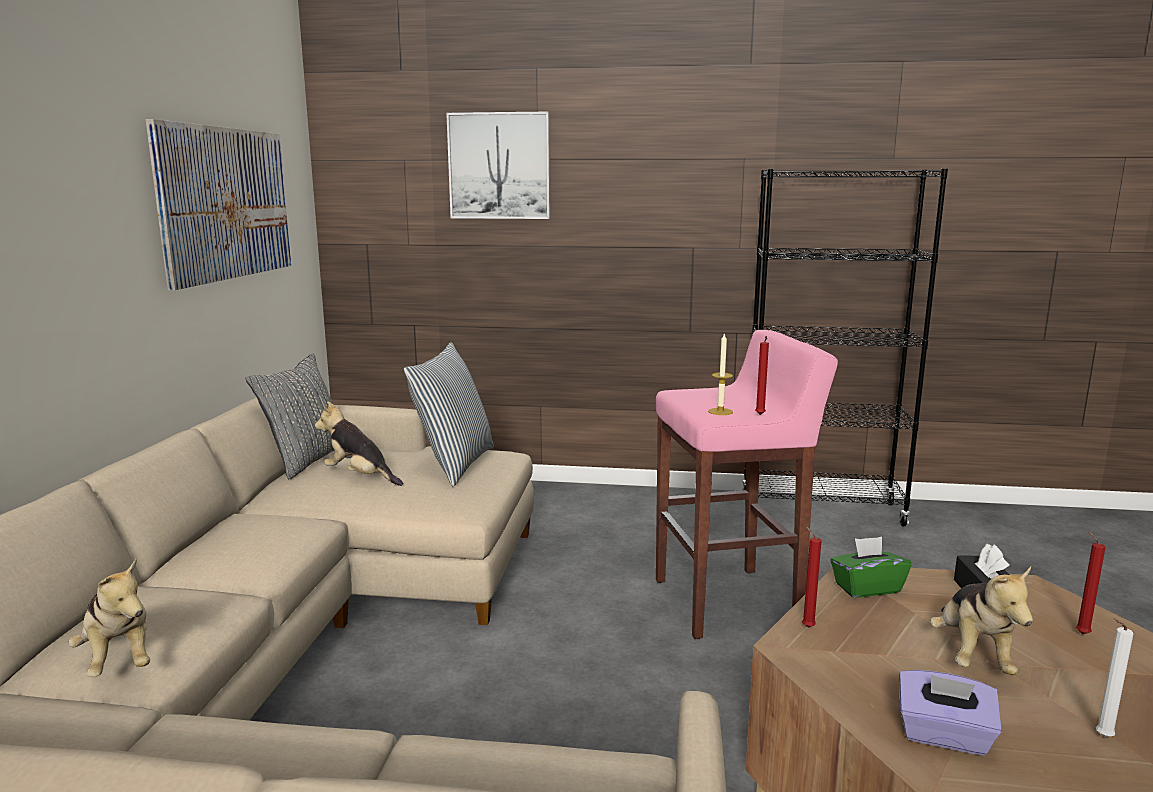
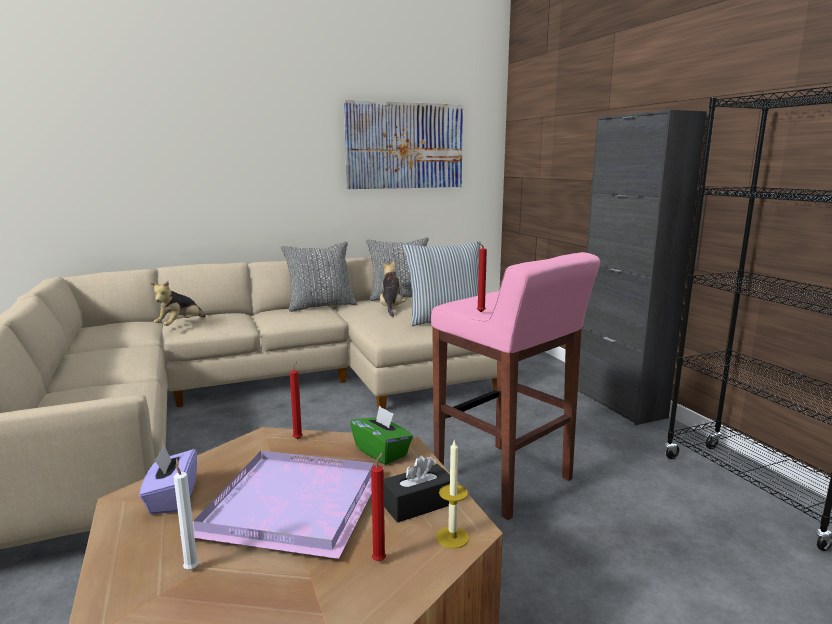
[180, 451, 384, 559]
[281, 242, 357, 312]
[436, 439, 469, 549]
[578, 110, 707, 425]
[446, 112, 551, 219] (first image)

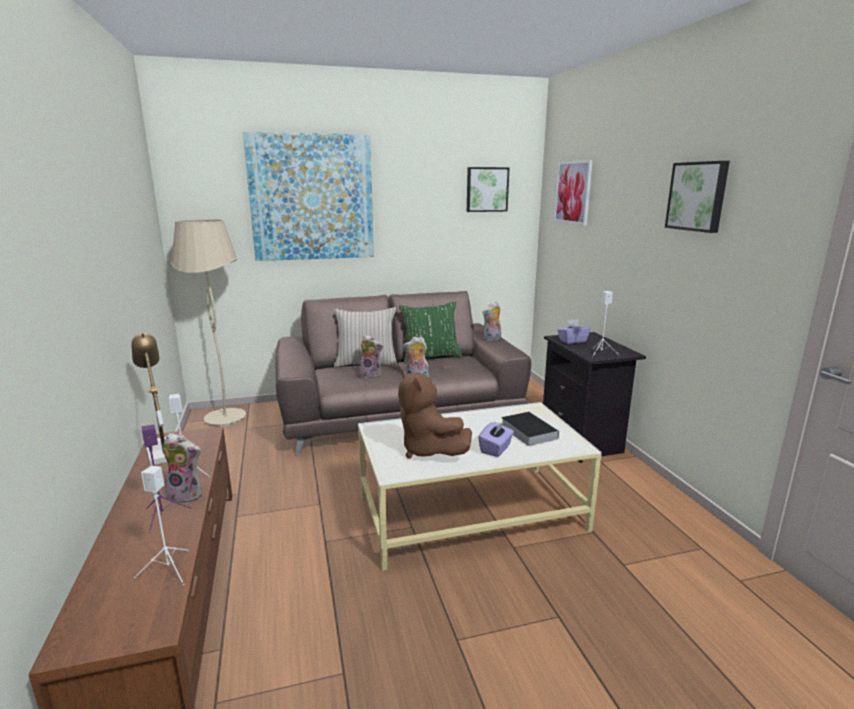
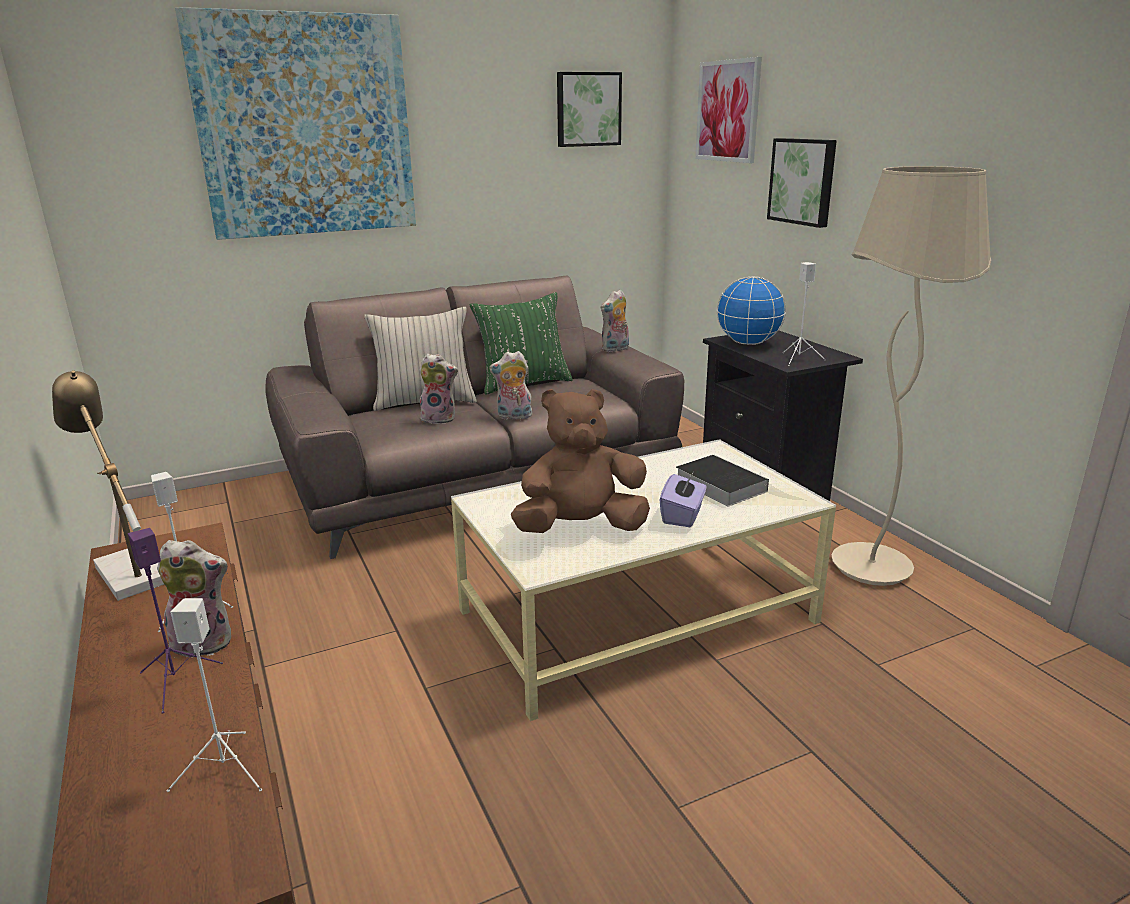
[511, 389, 650, 533]
[717, 276, 786, 345]
[767, 138, 837, 228]
[831, 166, 991, 586]

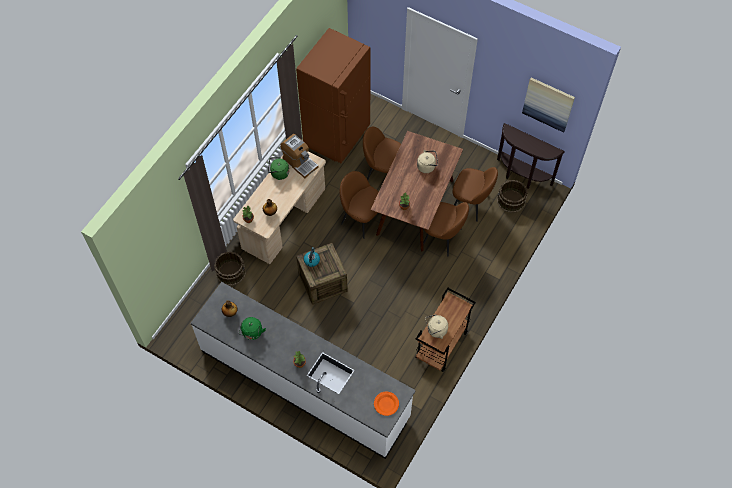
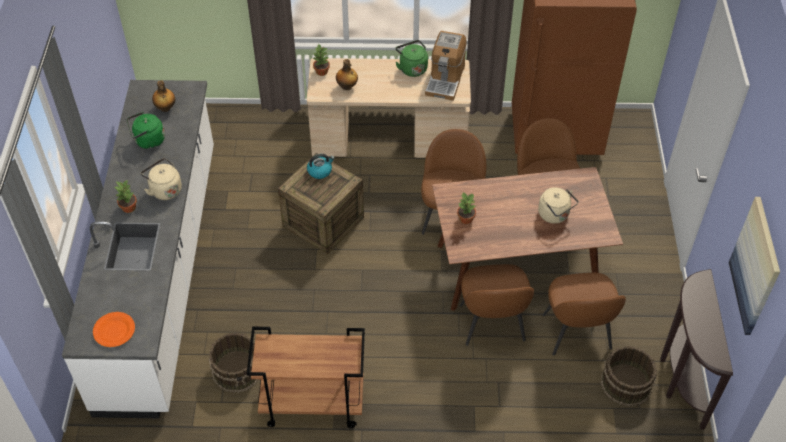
[141, 158, 182, 200]
[209, 332, 258, 393]

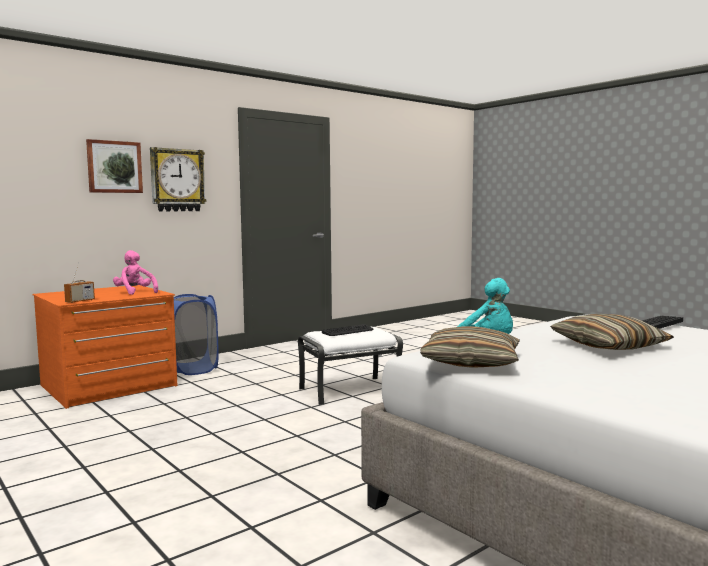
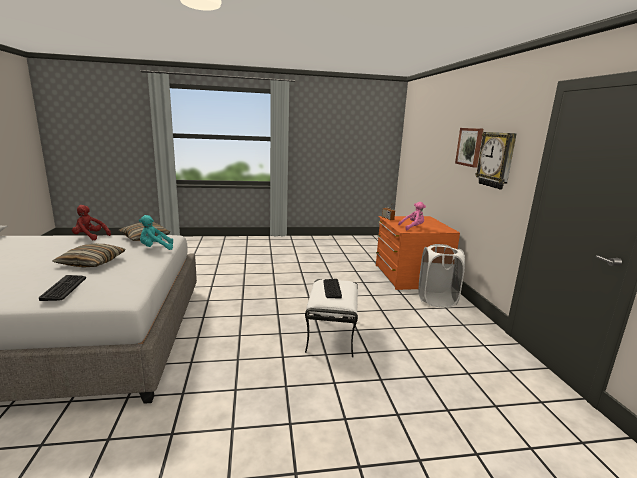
[72, 205, 111, 240]
[418, 244, 465, 308]

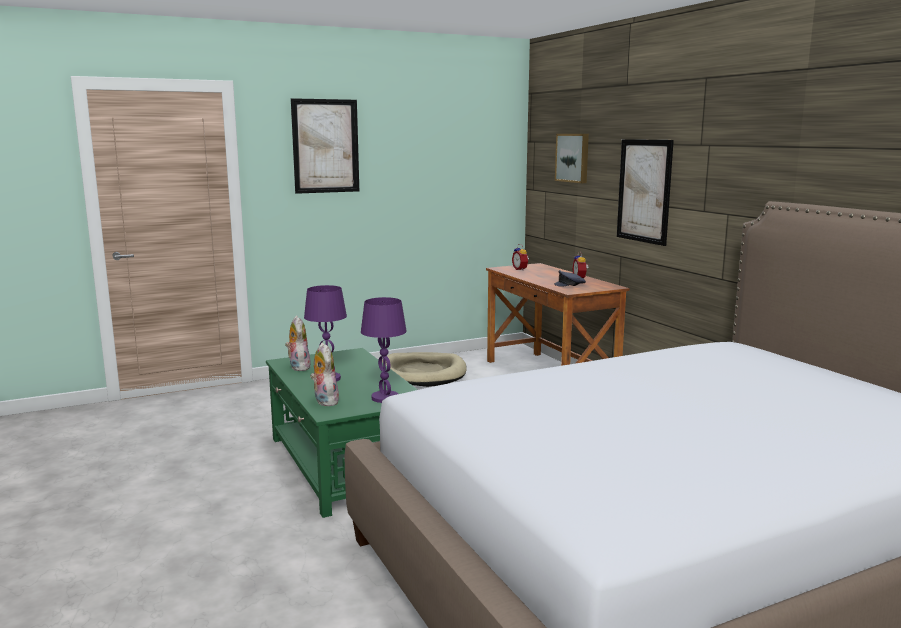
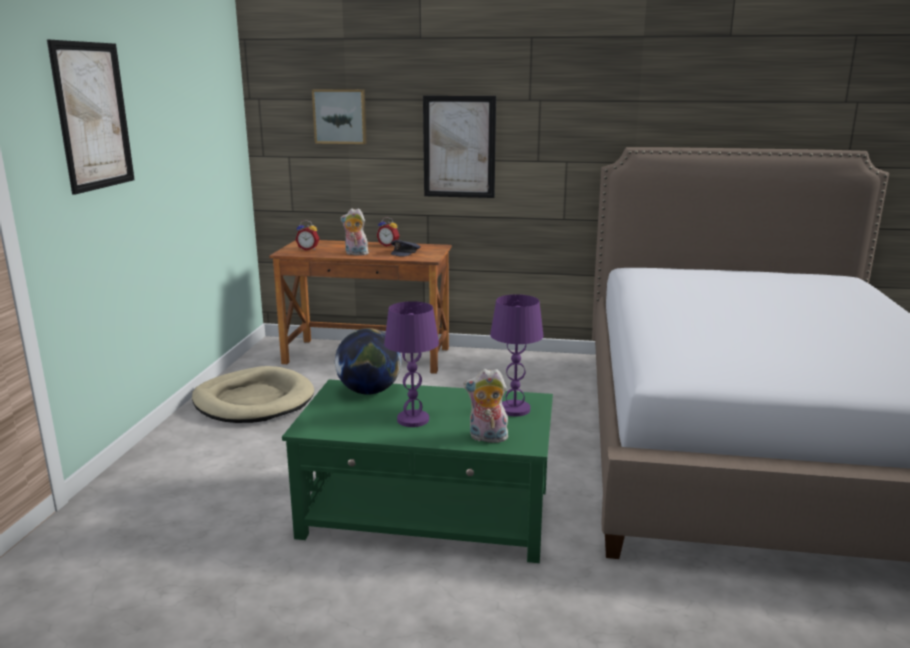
[335, 328, 401, 395]
[341, 208, 370, 256]

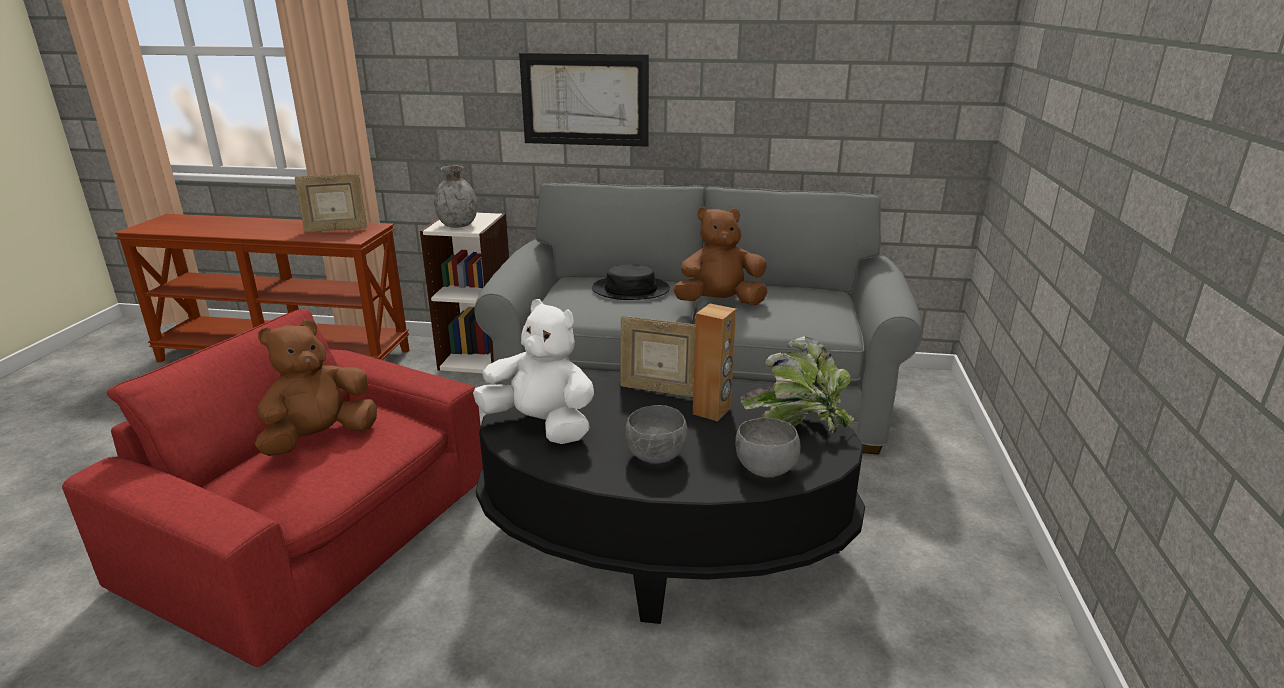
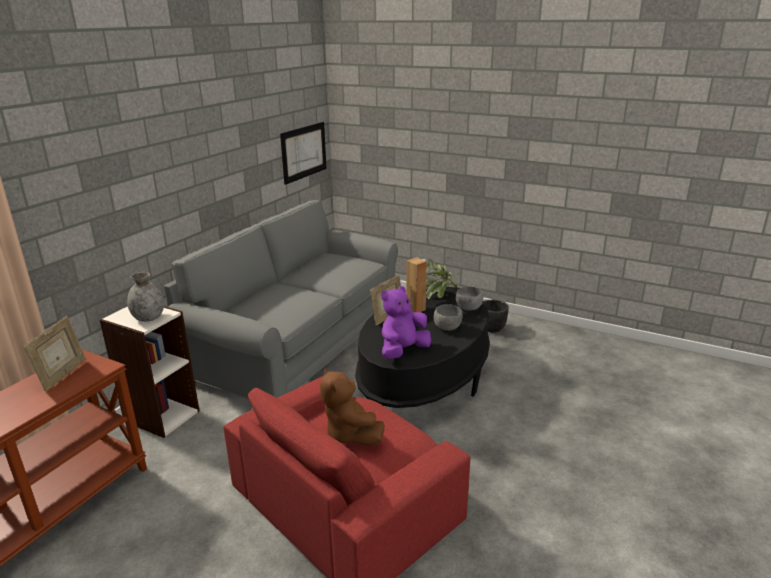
[280, 122, 327, 185]
[381, 286, 431, 359]
[484, 300, 509, 333]
[592, 264, 670, 300] (first image)
[673, 207, 767, 305] (first image)

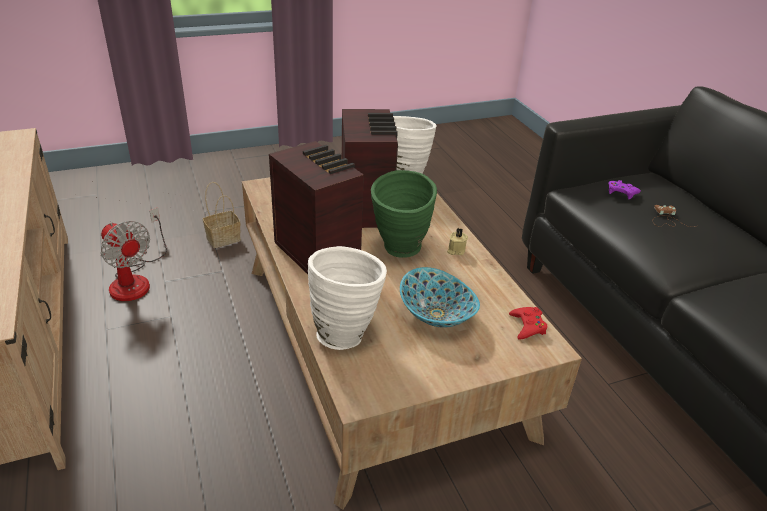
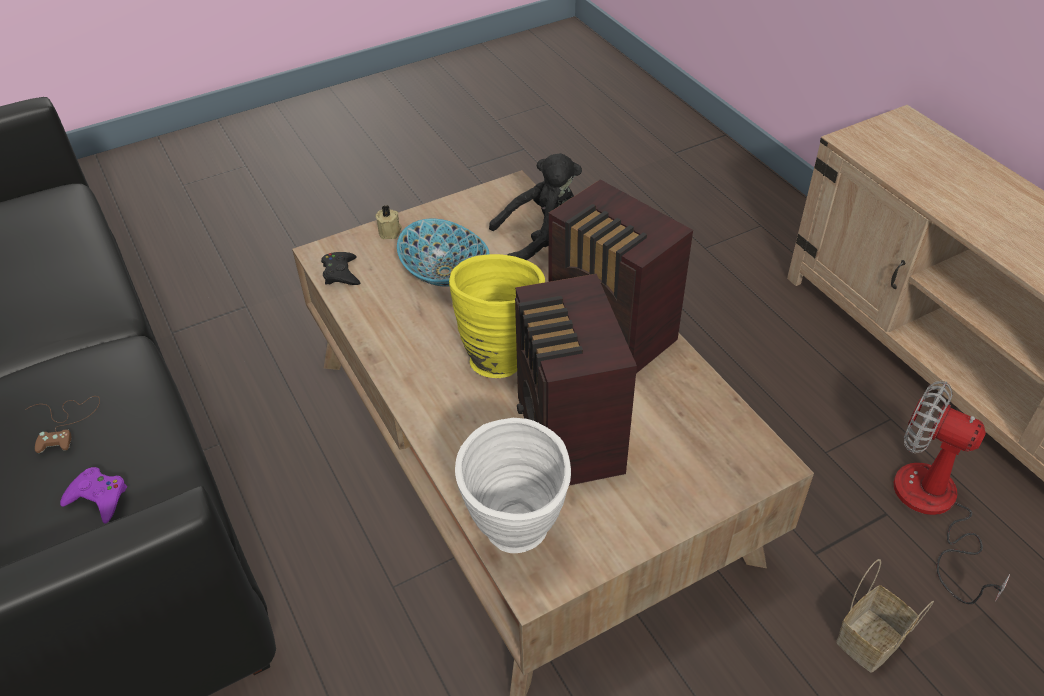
[321, 252, 360, 285]
[375, 205, 402, 239]
[449, 254, 545, 378]
[489, 153, 582, 260]

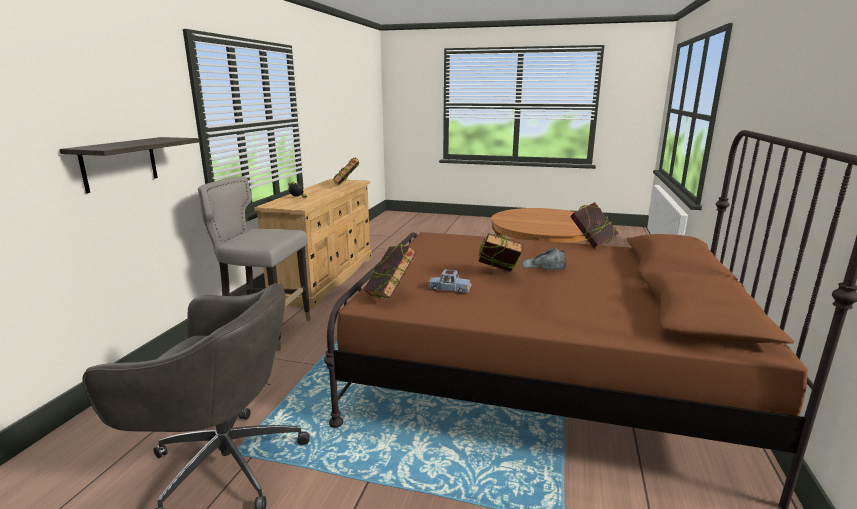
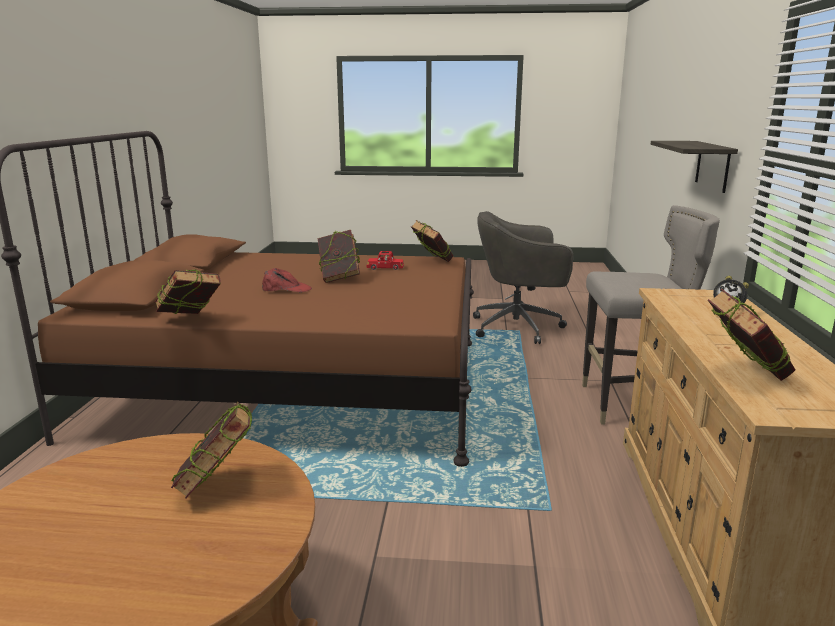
[171, 402, 252, 498]
[262, 268, 312, 292]
[367, 251, 404, 270]

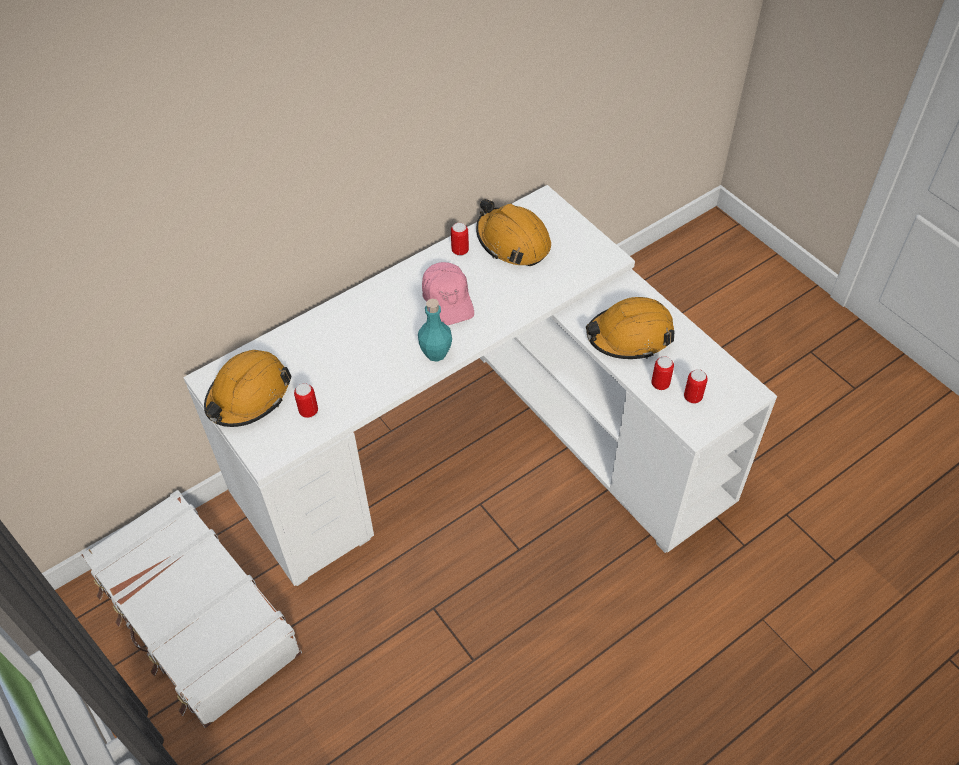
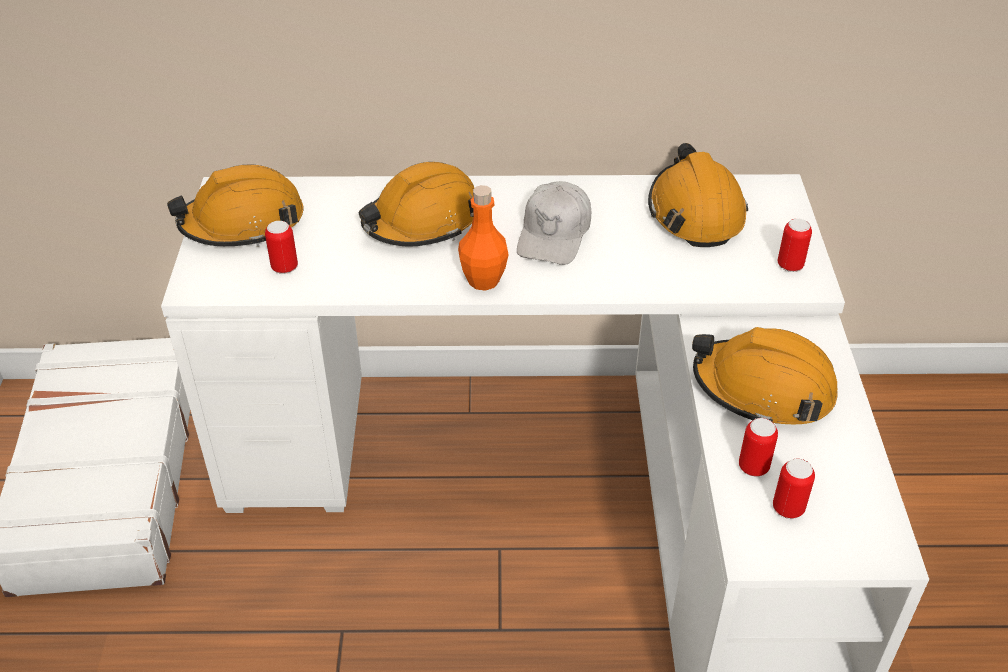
[359, 162, 474, 247]
[458, 185, 509, 291]
[517, 181, 591, 265]
[778, 219, 812, 272]

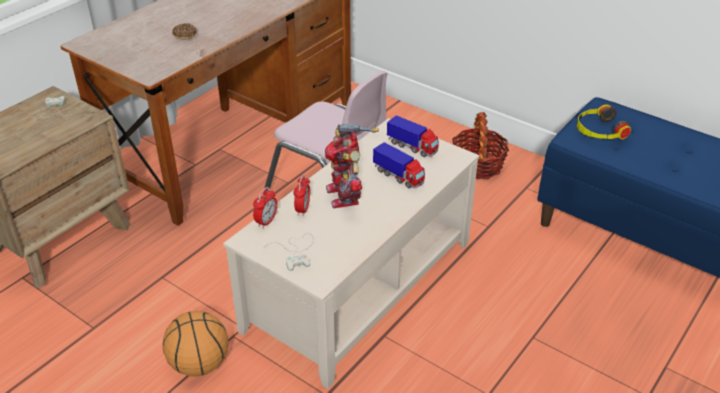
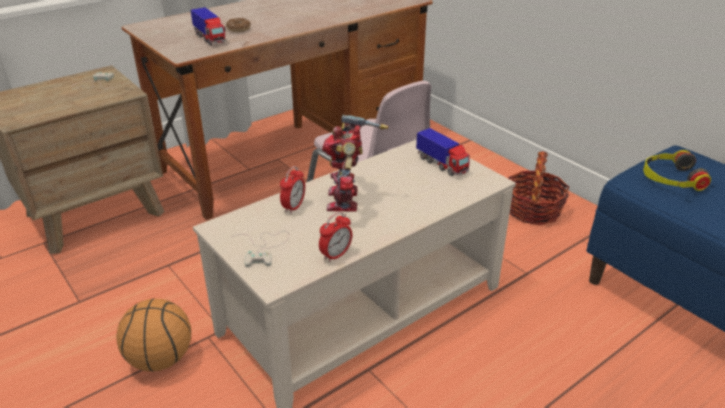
[191, 7, 226, 45]
[319, 212, 352, 263]

